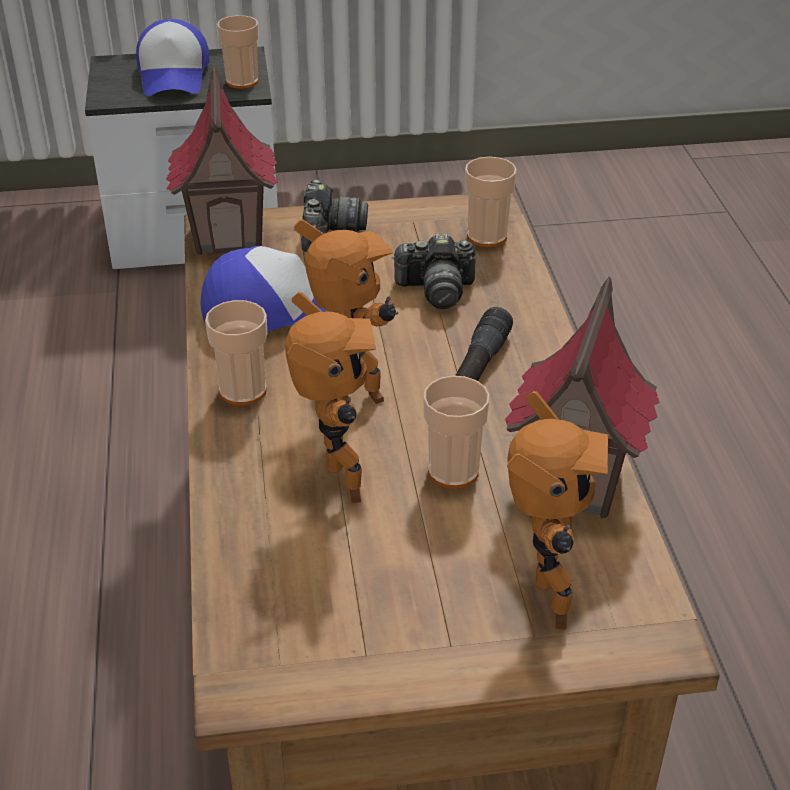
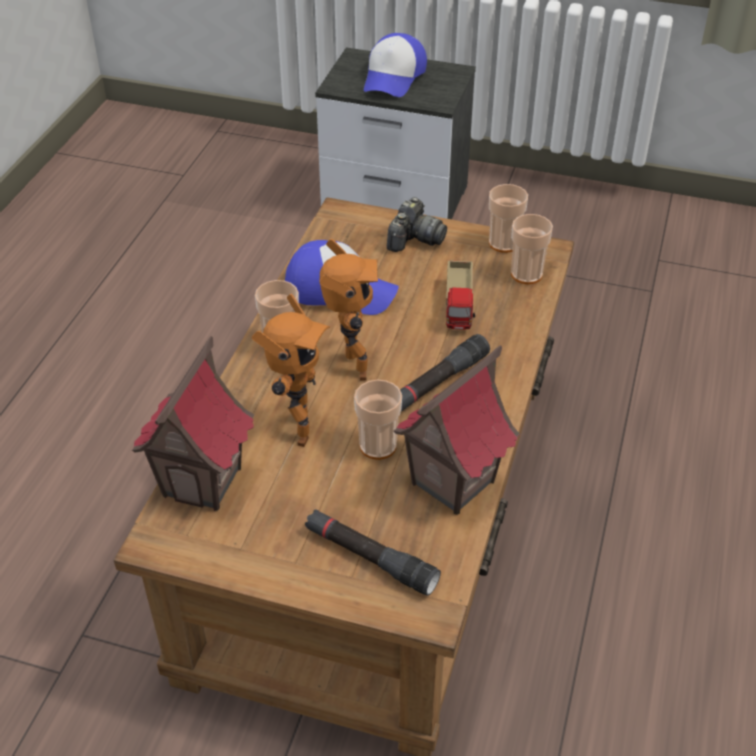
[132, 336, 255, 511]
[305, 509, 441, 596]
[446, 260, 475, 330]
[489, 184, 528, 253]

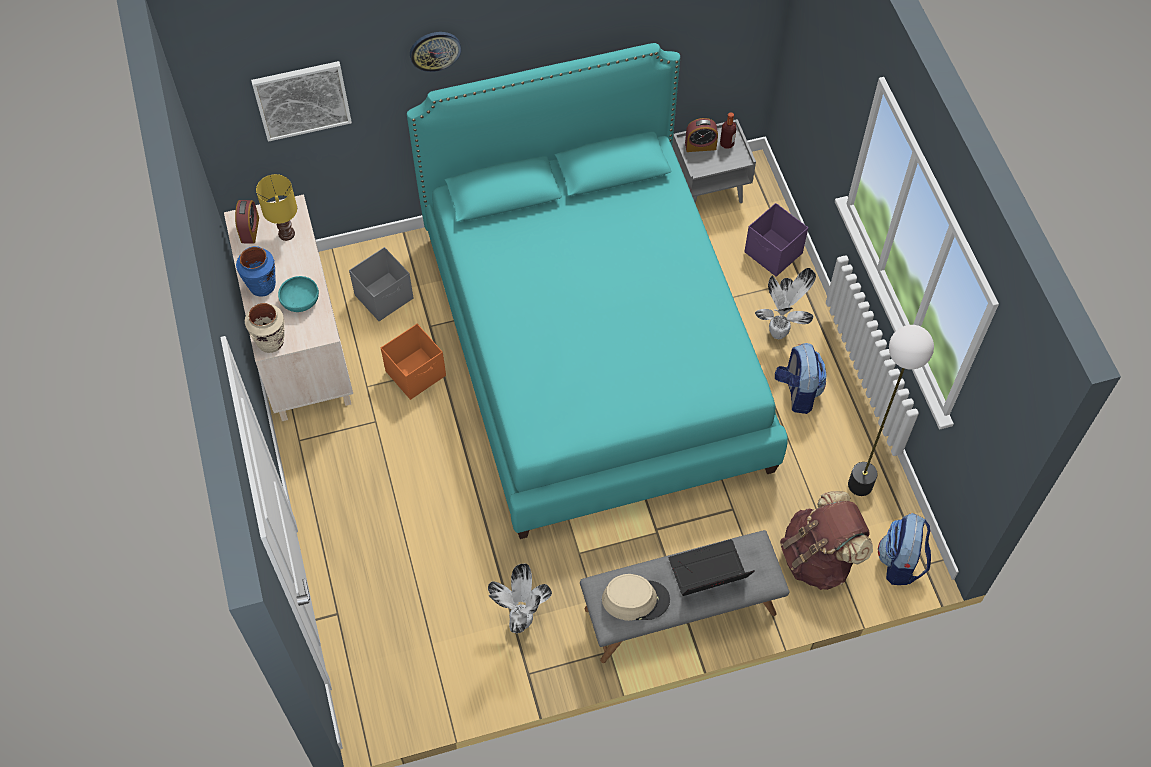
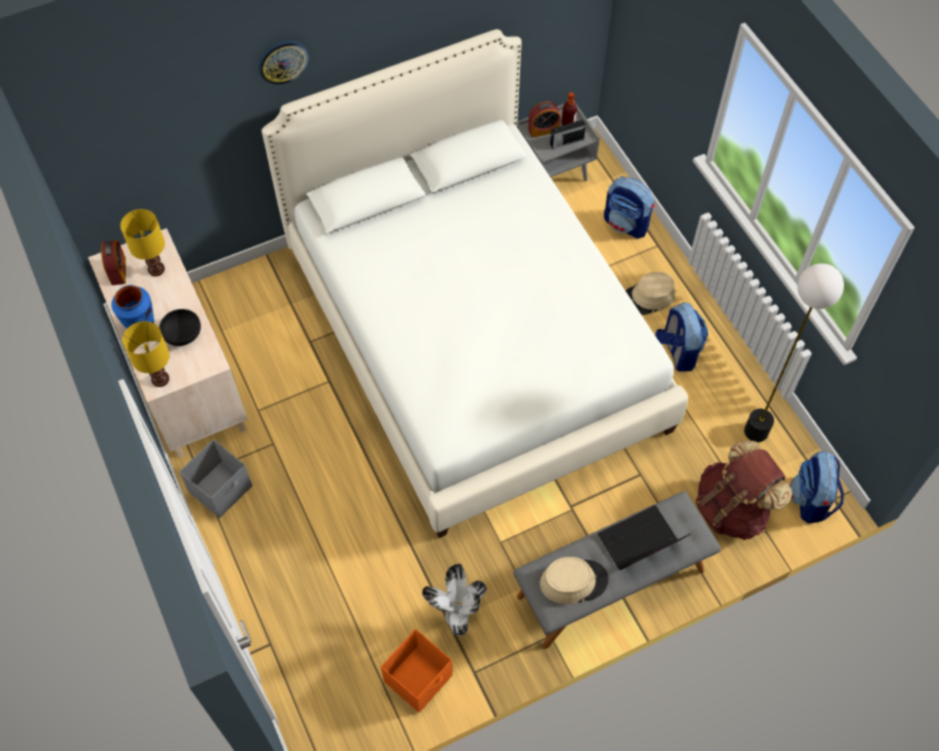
[122, 321, 170, 387]
[159, 309, 201, 346]
[179, 439, 253, 518]
[262, 29, 688, 538]
[381, 629, 453, 713]
[550, 119, 586, 149]
[604, 176, 654, 239]
[625, 272, 675, 315]
[251, 61, 352, 142] (first image)

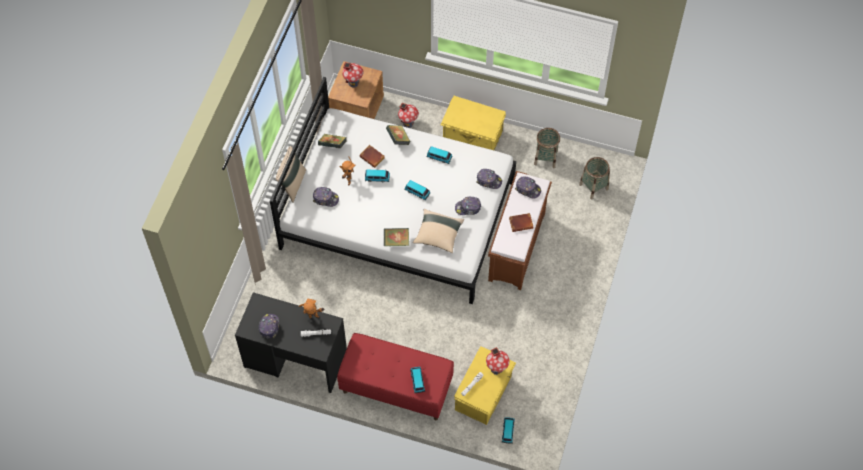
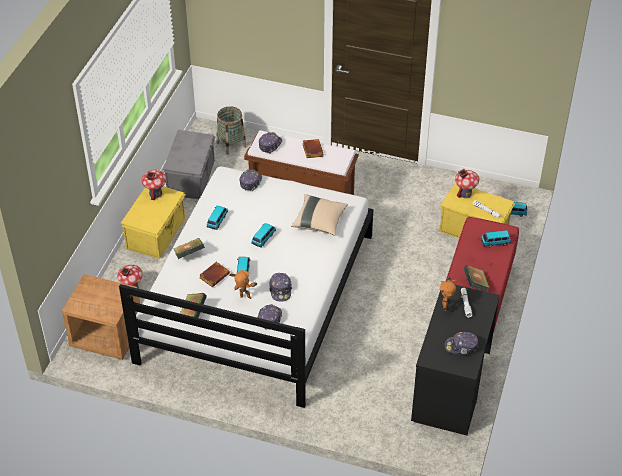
[142, 170, 166, 200]
[163, 130, 216, 199]
[269, 273, 292, 301]
[463, 265, 490, 292]
[276, 146, 306, 203] (first image)

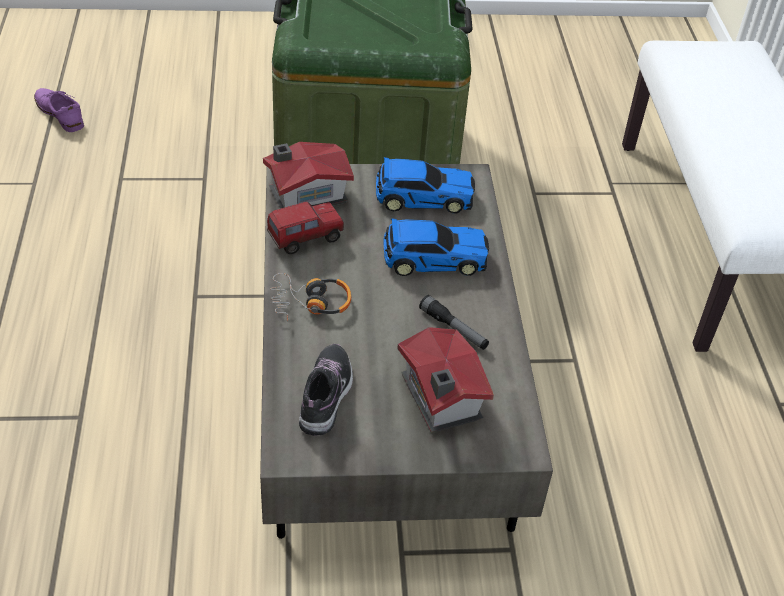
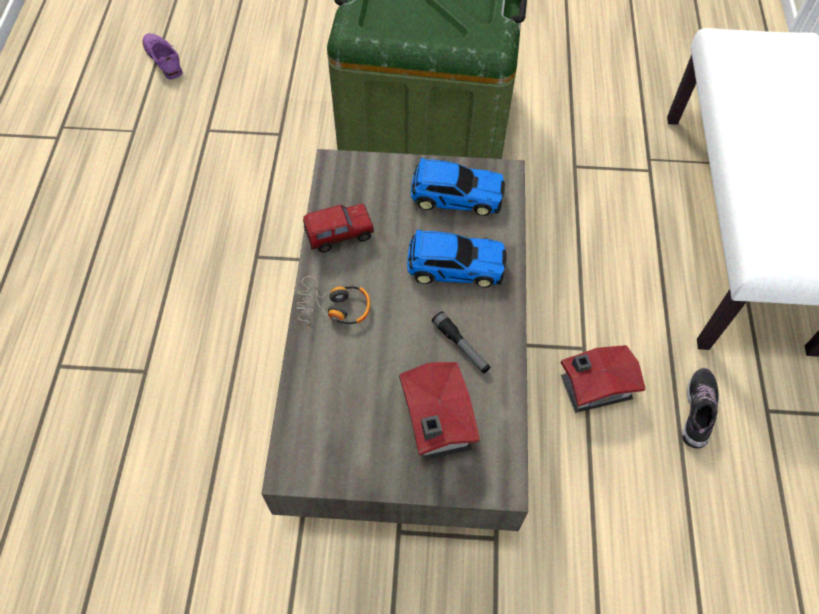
[560, 345, 646, 413]
[682, 368, 719, 448]

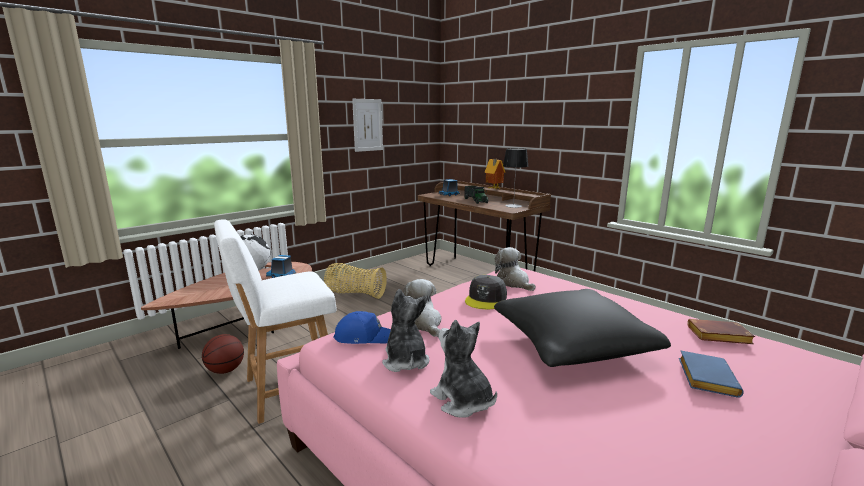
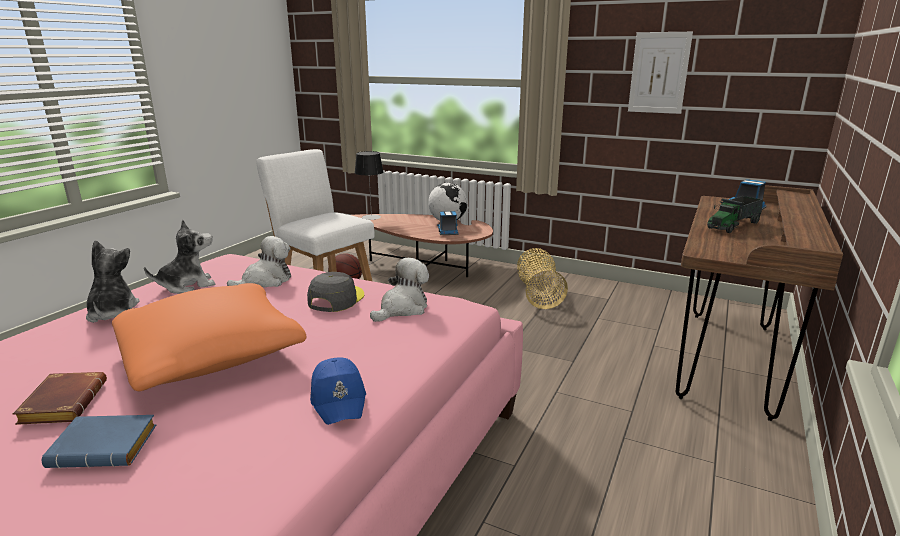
[13, 372, 107, 425]
[86, 241, 139, 323]
[112, 283, 306, 391]
[307, 272, 364, 312]
[310, 357, 366, 425]
[355, 151, 383, 220]
[485, 158, 505, 190] (first image)

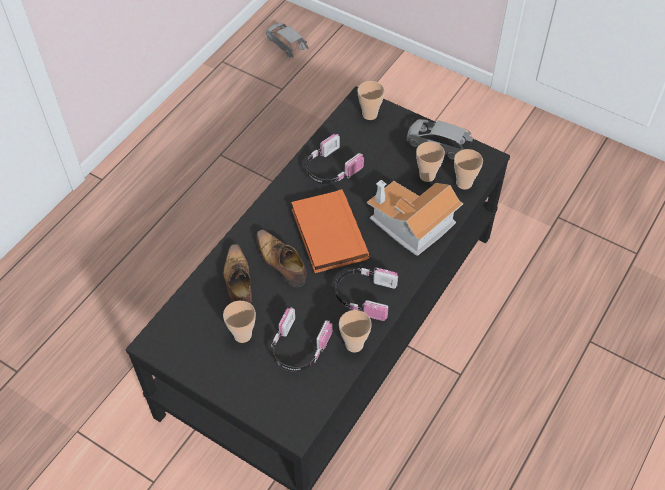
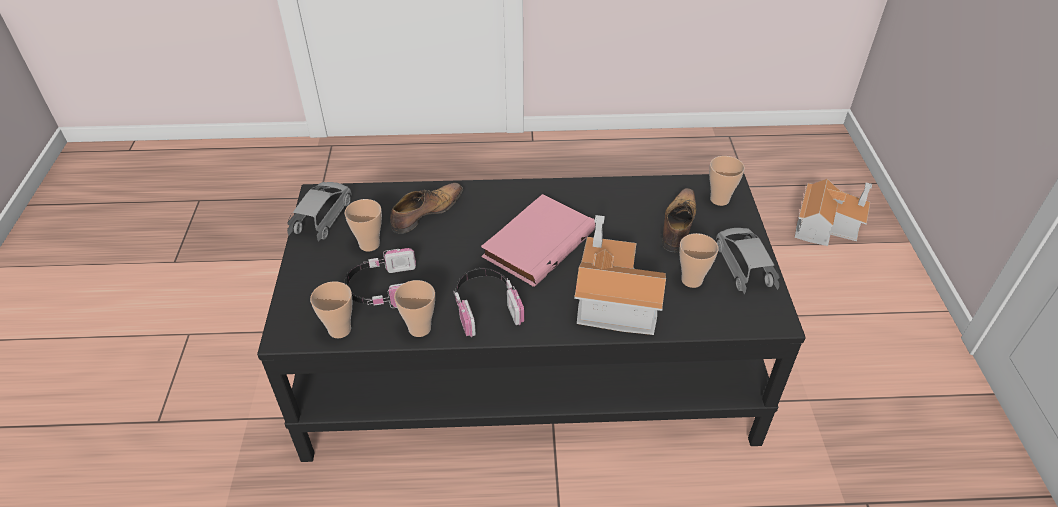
[287, 182, 352, 242]
[310, 281, 352, 338]
[481, 194, 595, 287]
[662, 188, 696, 253]
[795, 179, 872, 246]
[306, 134, 364, 184] (first image)

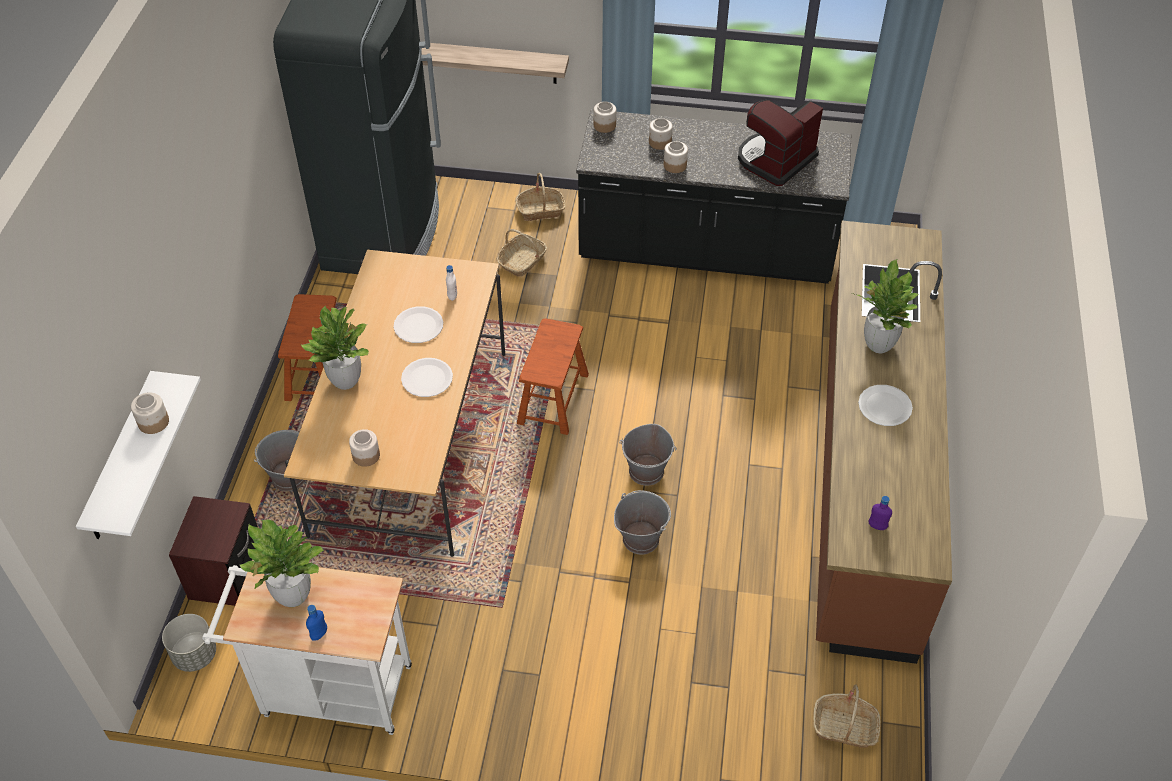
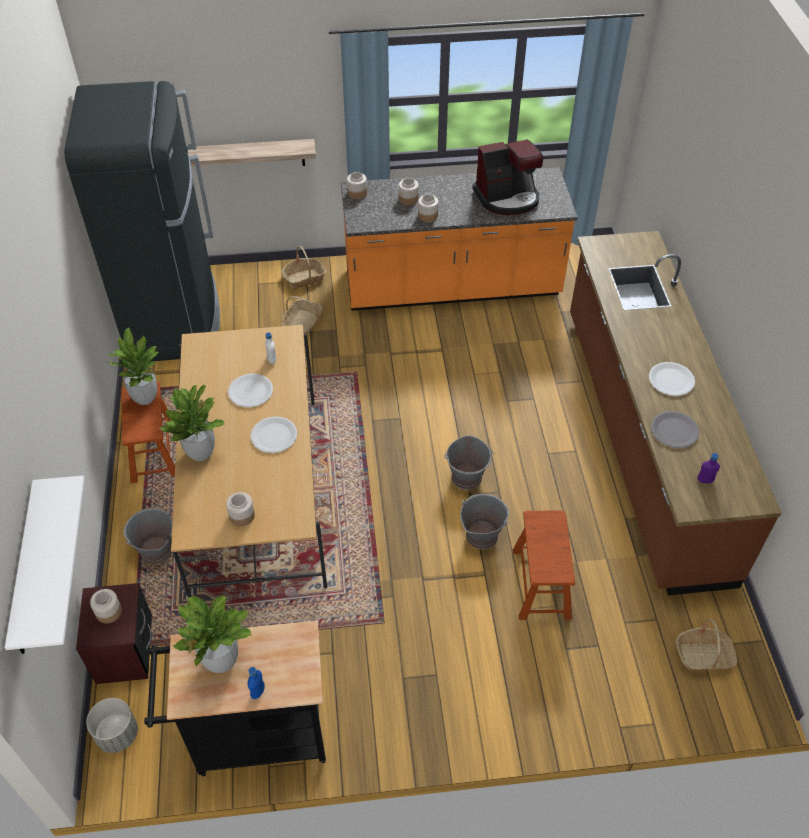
[90, 589, 122, 623]
[103, 327, 159, 405]
[144, 620, 326, 776]
[341, 167, 578, 311]
[473, 139, 543, 215]
[513, 511, 575, 620]
[651, 411, 700, 448]

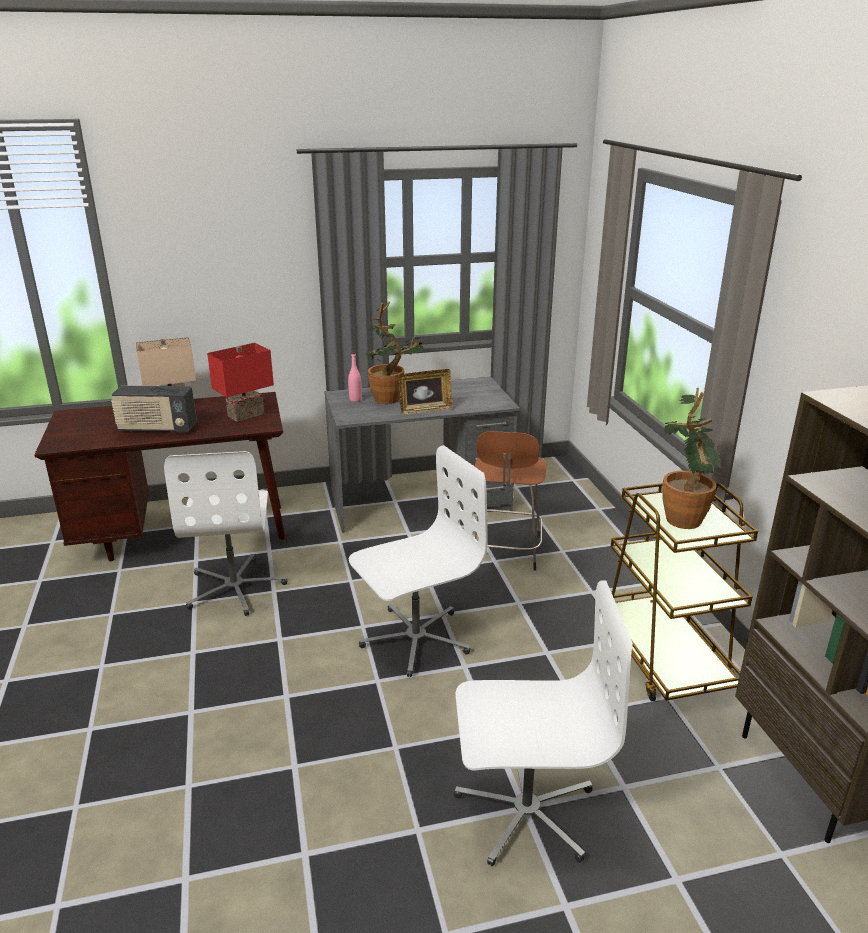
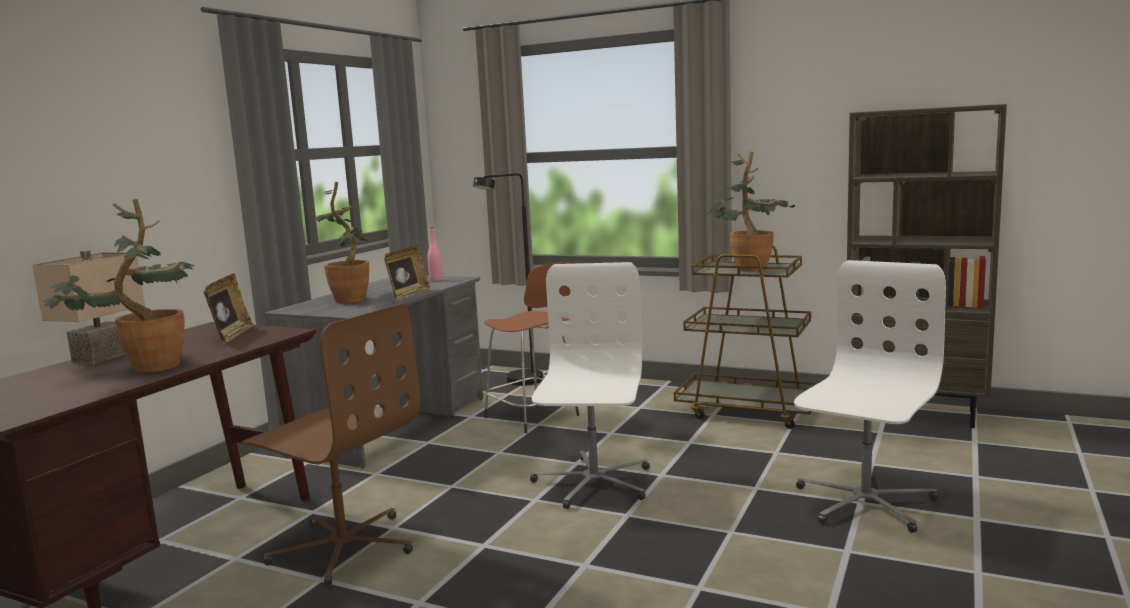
[42, 199, 194, 373]
[203, 273, 254, 342]
[242, 303, 420, 586]
[428, 227, 443, 281]
[473, 174, 543, 386]

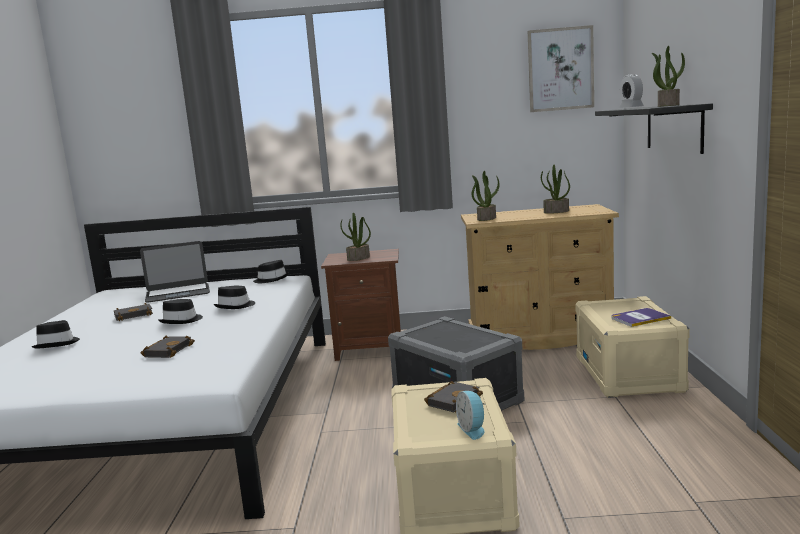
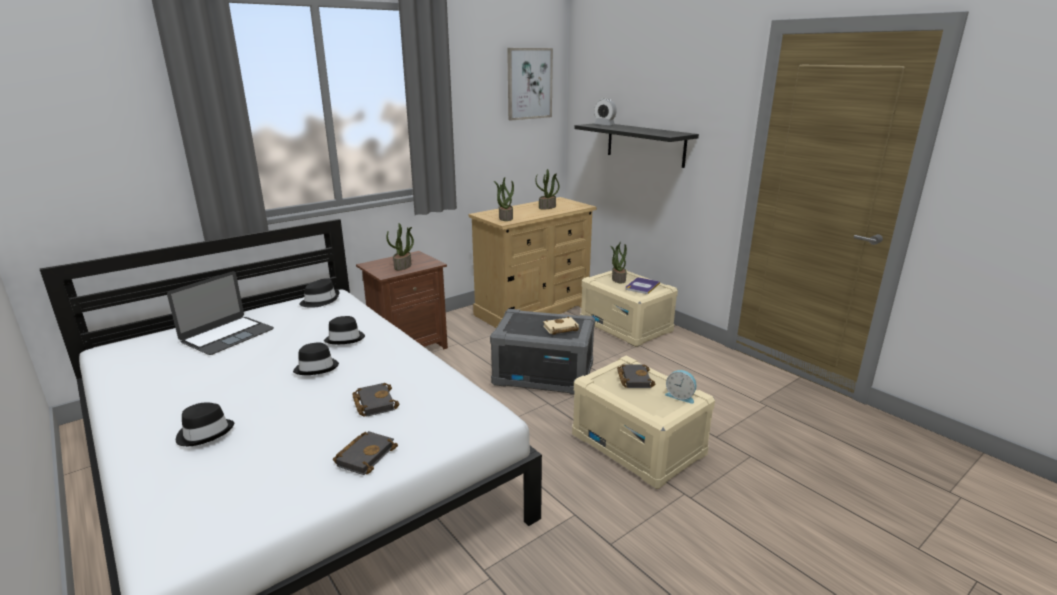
[333, 431, 398, 475]
[543, 316, 579, 335]
[610, 242, 627, 284]

